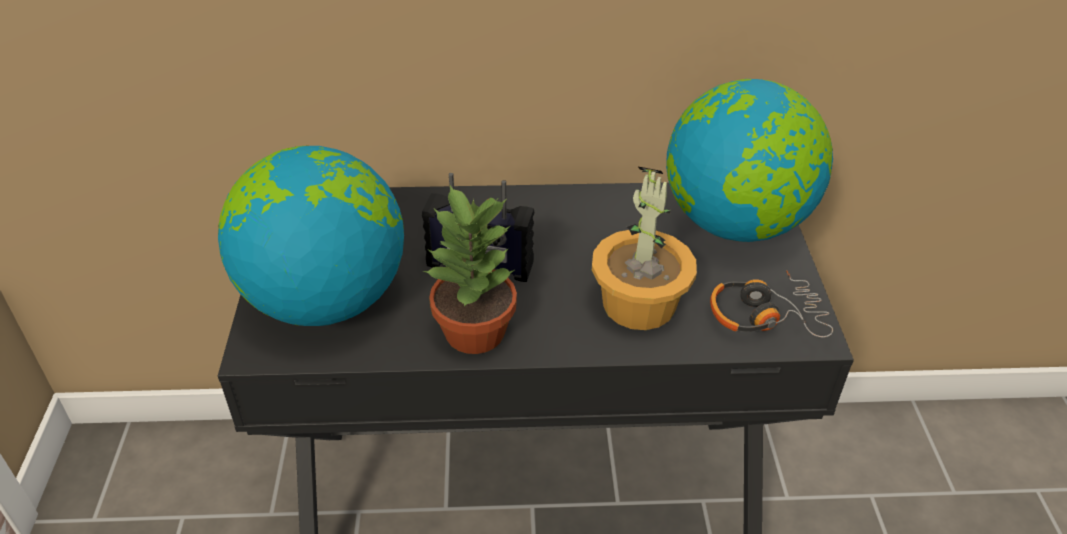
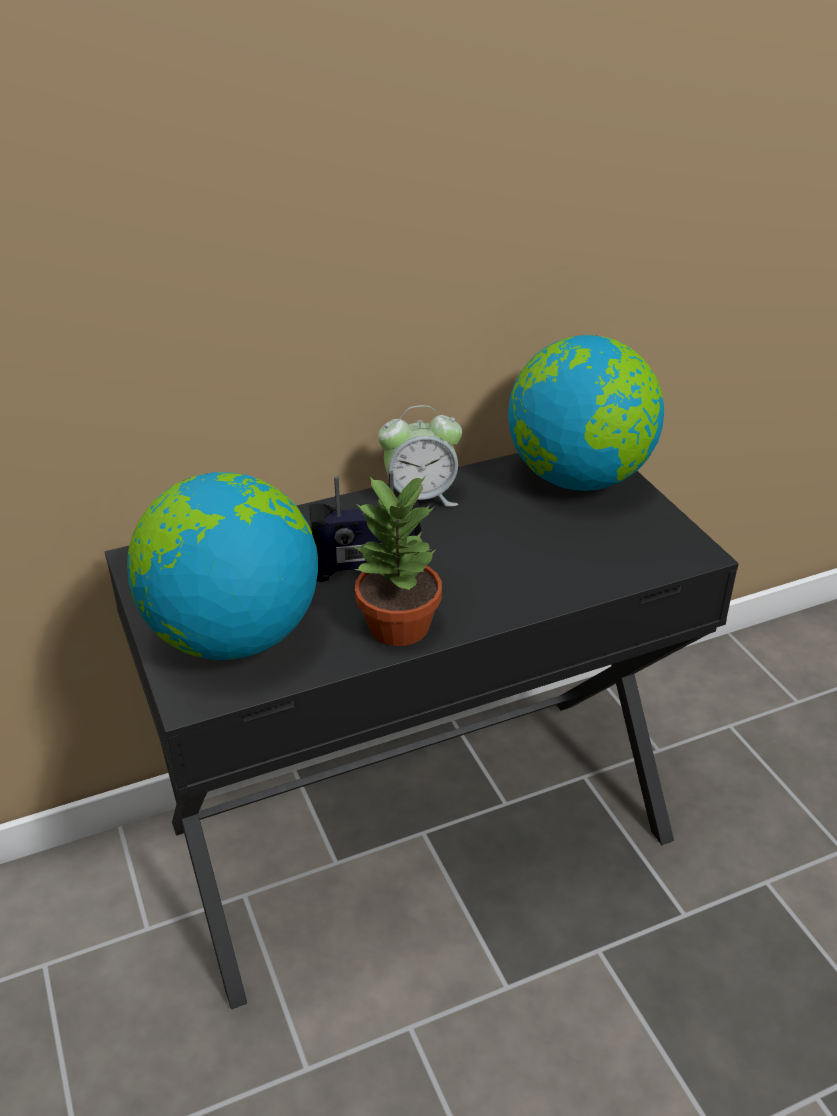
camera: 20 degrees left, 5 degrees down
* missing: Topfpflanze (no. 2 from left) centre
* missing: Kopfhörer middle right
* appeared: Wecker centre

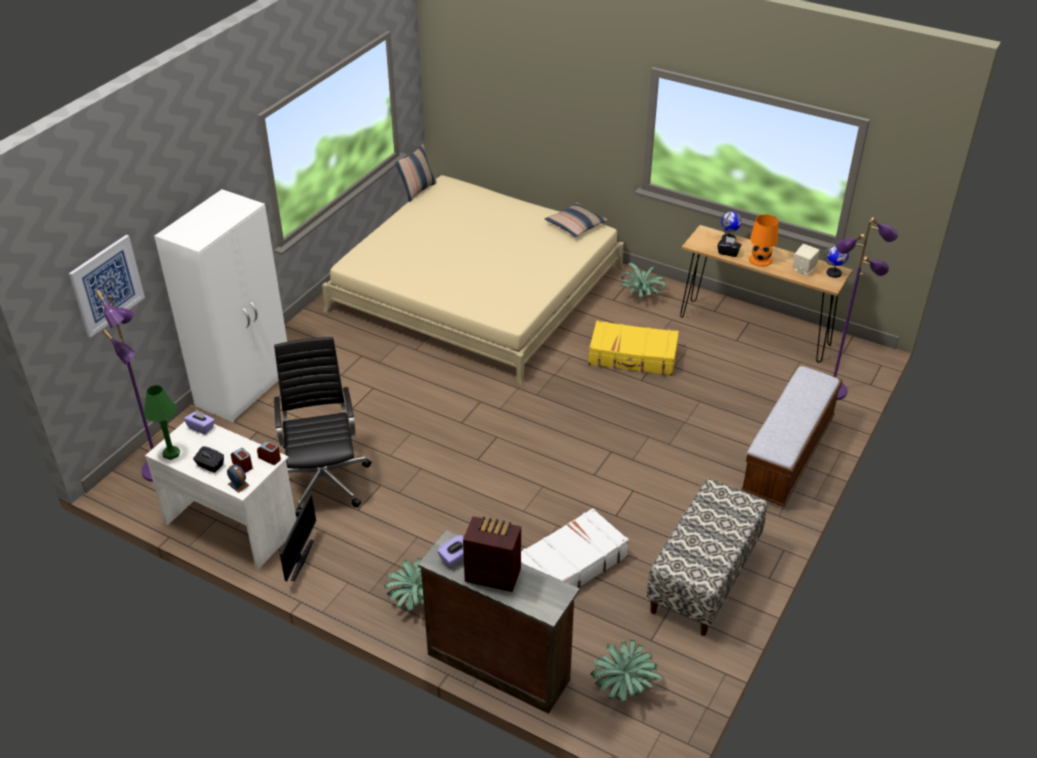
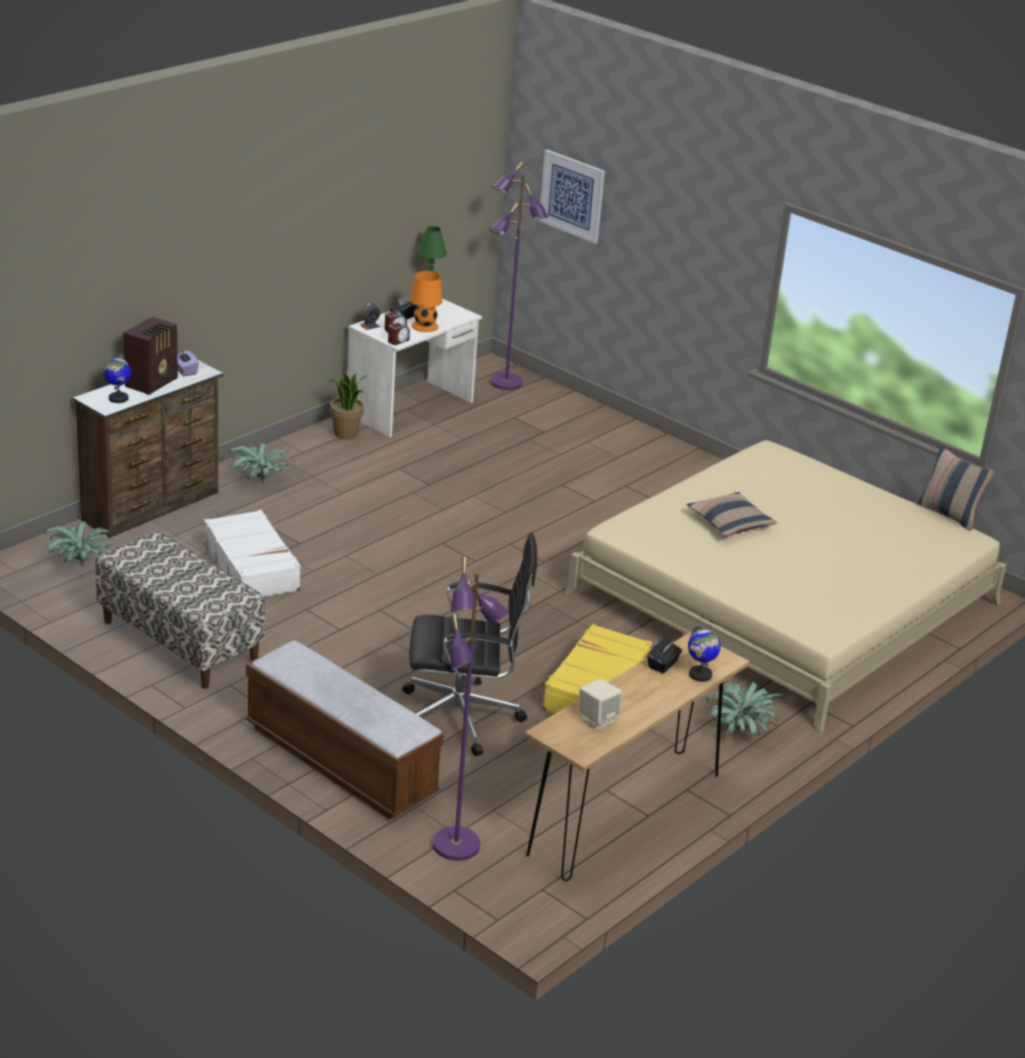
camera: 100 degrees right, 10 degrees down
* missing: Kleiderschrank/weiß middle left
* missing: Taschentuchbox/lila (no. 1 from left) middle left
* relocated: Bürostuhl/schwarz middle left to centre
* relocated: Kissen (no. 2 from left in the first image) top centre to Kissen (no. 1 from left) middle right
* relocated: Tischlampe/orange top right to top centre
* relocated: Globus (no. 2 from left in the first image) middle right to Globus (no. 1 from left) middle left
* exchanged: Monitor bottom left to Topfpflanze (no. 3 from left) centre

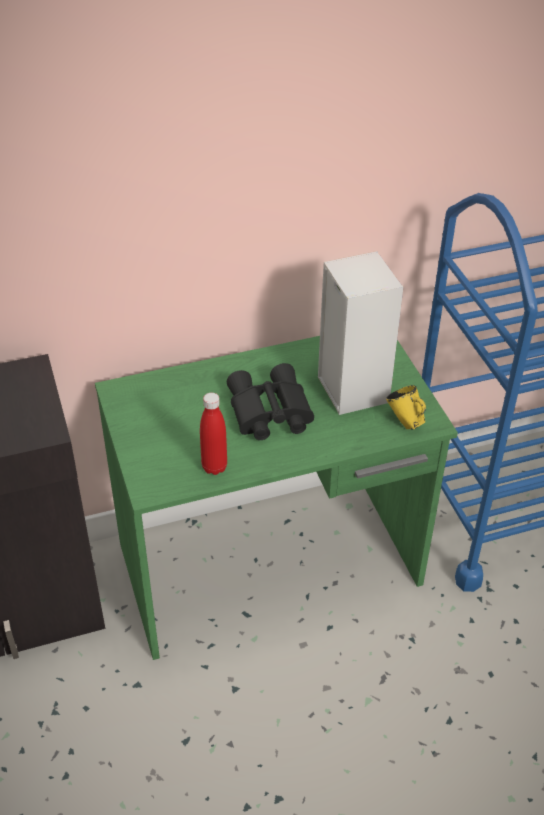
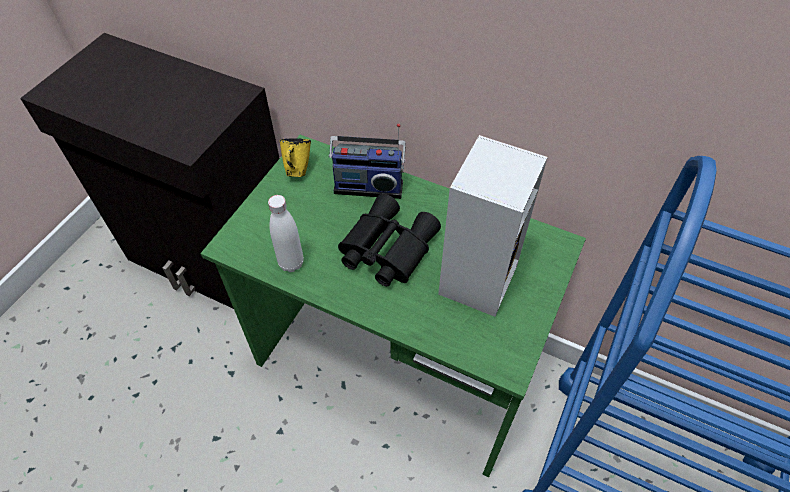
camera: 45 degrees right, 10 degrees up
* appeared: Radio top centre
* relocated: Henkelbecher/gelb middle right to top centre
* colour: Flasche/rot centre to Flasche/weiß centre

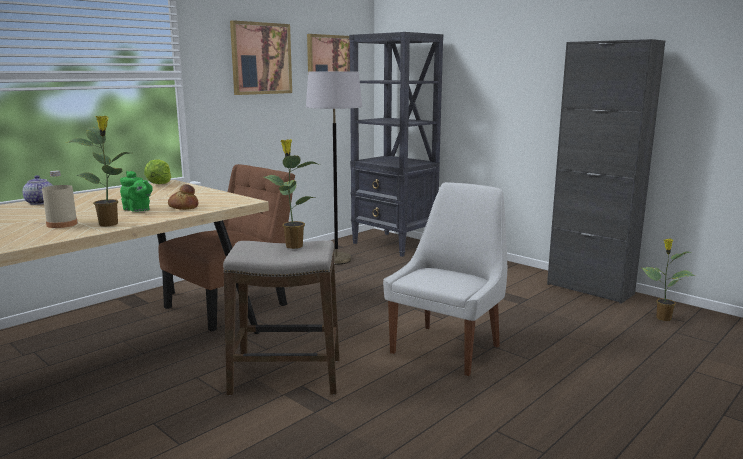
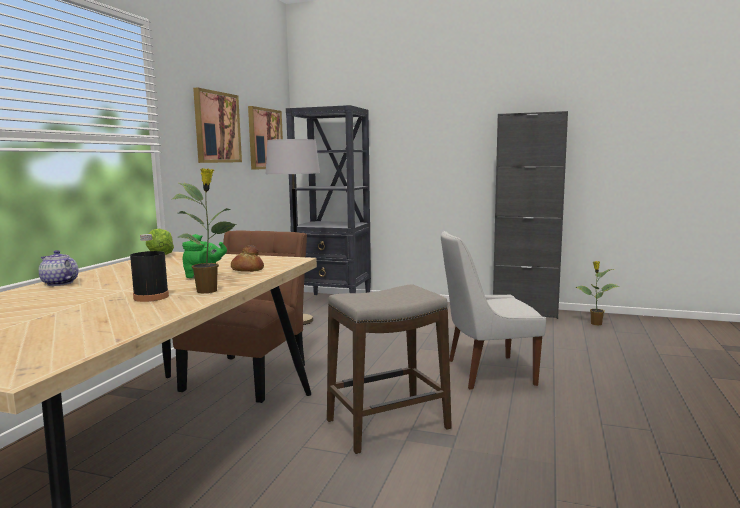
camera: 25 degrees left, 5 degrees down
* missing: Topfpflanze (no. 2 from left) centre
* colour: Flasche/beige middle left to Flasche/schwarz middle left
* spun: Stuhl/weiß centre = centre 105 degrees counterclockwise

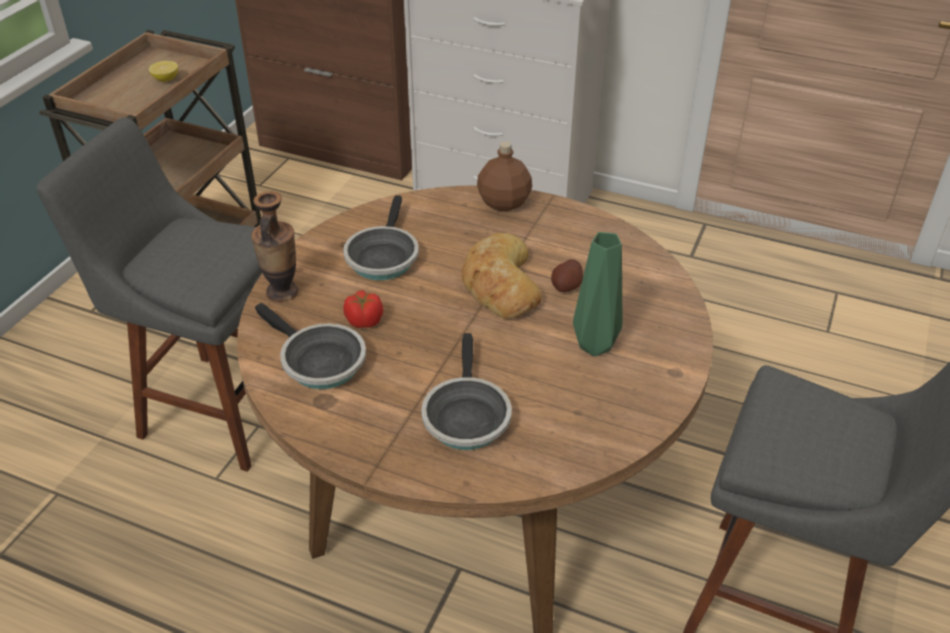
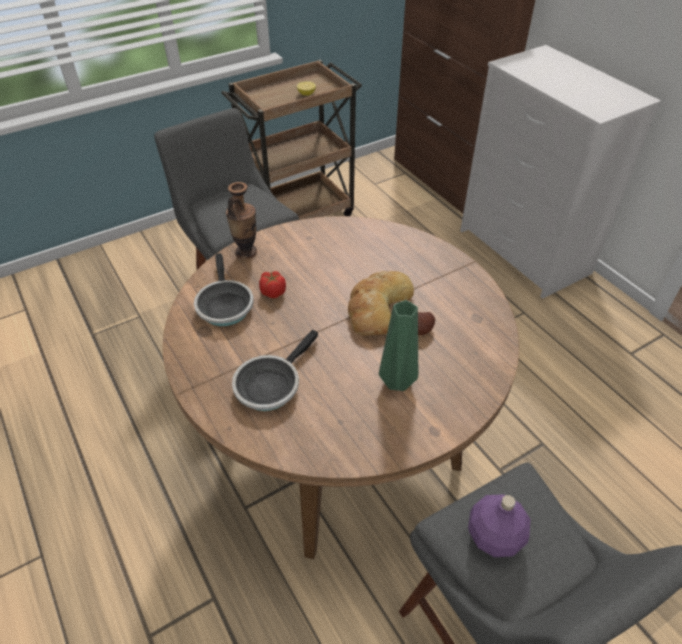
camera: 35 degrees right, 5 degrees up
* missing: Pfanne (no. 2 from left) centre
* missing: Flasche/braun top centre
* appeared: Flasche/lila bottom right

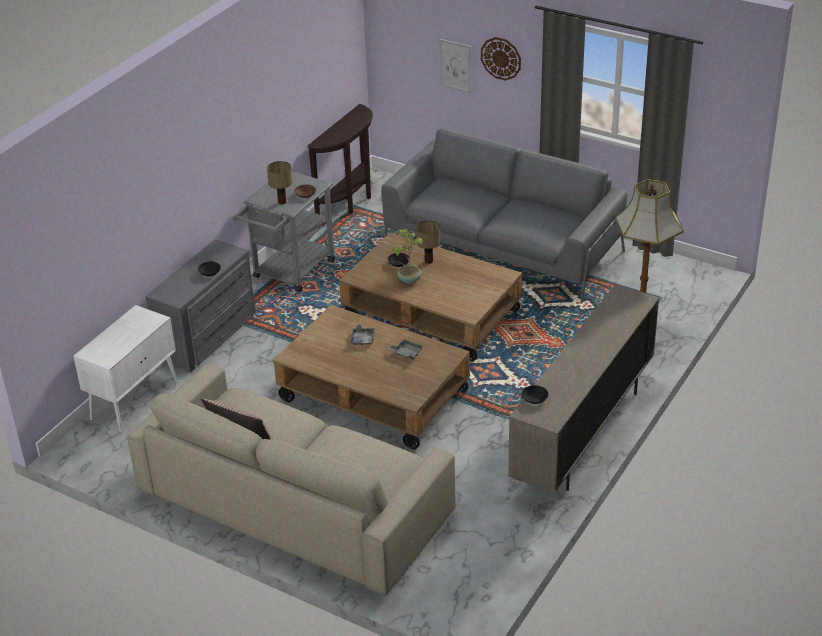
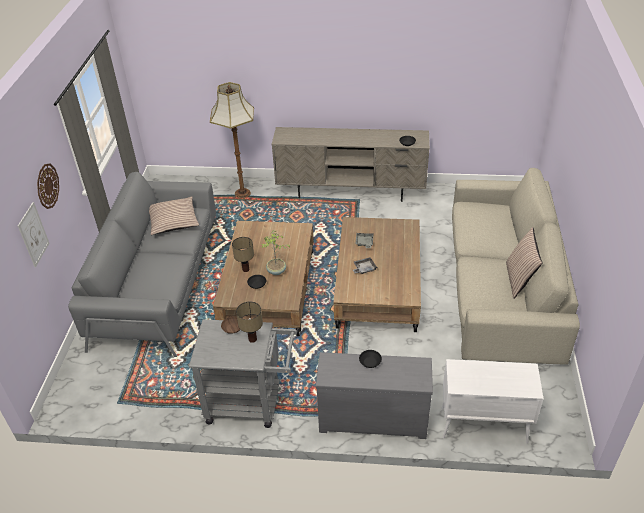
camera: 115 degrees left, 5 degrees up
* missing: Konsolentisch/braun top centre
* appeared: Kissen (no. 1 from left) middle left

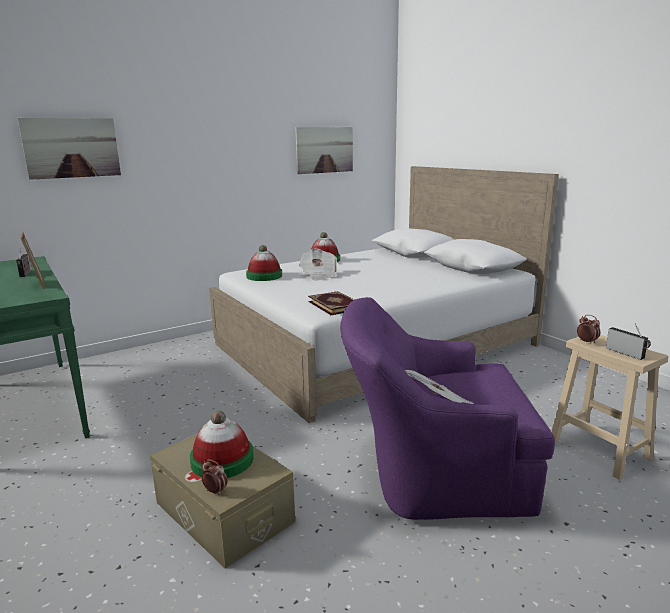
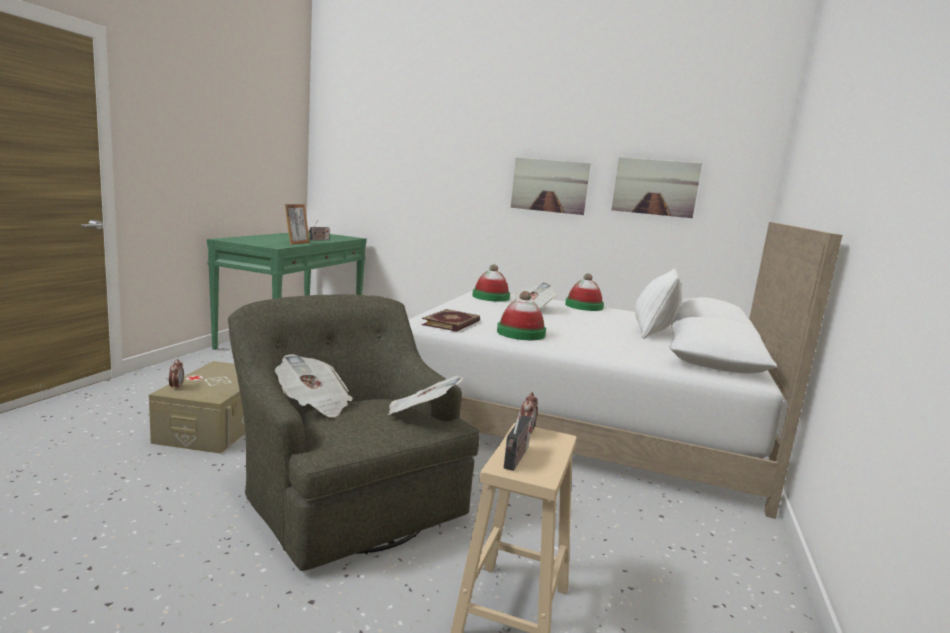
camera: 50 degrees right, 5 degrees down
* appeared: Zeitung (no. 2 from left) centre
* appeared: Kissen/weiß middle right
* relocated: Bild (no. 1 from left) top left to top centre
* relocated: Hut (no. 1 from left in the first image) bottom left to Hut (no. 2 from left) centre
* colour: Sessel/lila middle right to Sessel/grün bottom centre

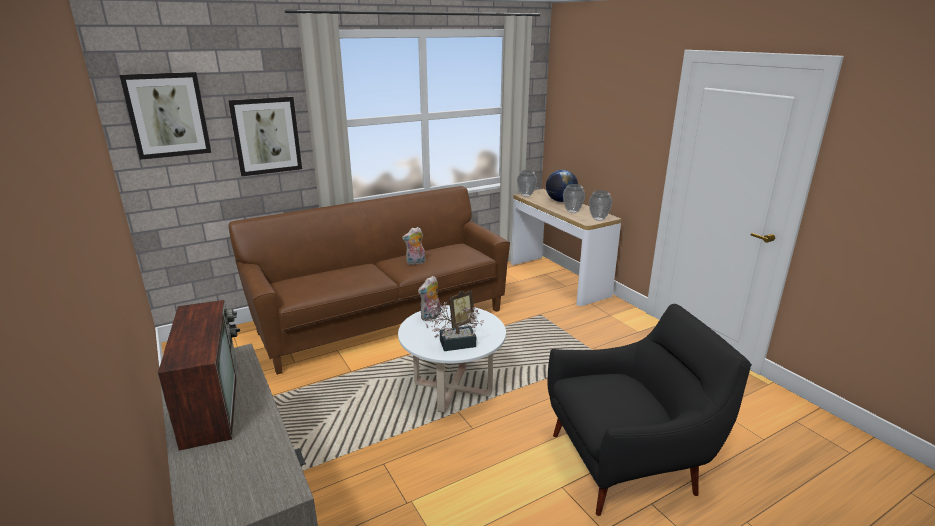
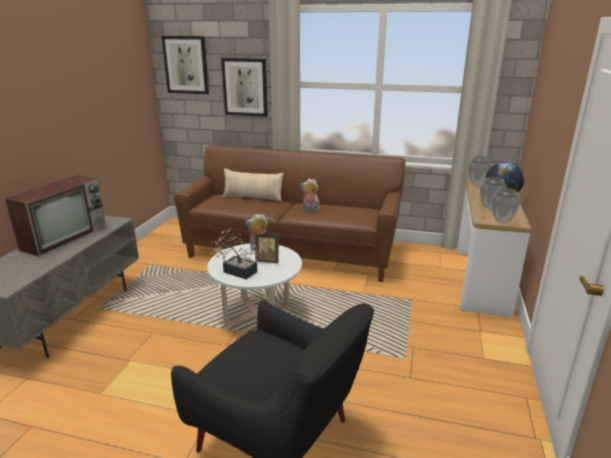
camera: 45 degrees right, 0 degrees up
* appeared: Kissen/beige centre

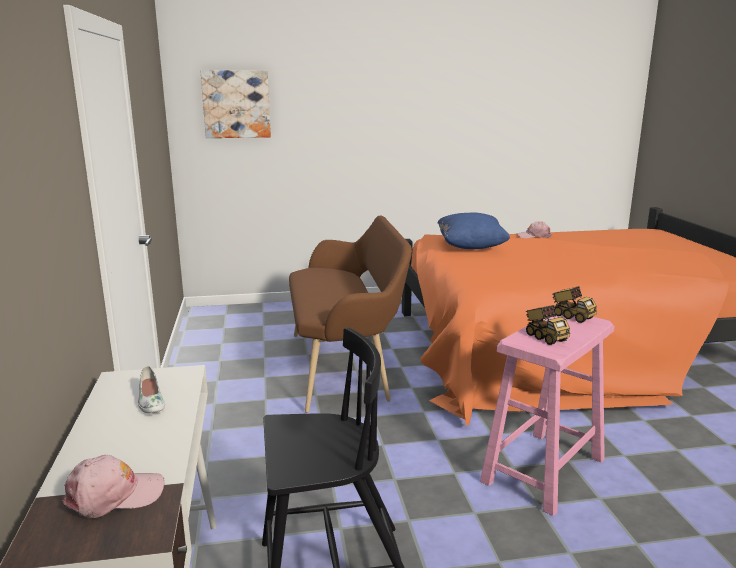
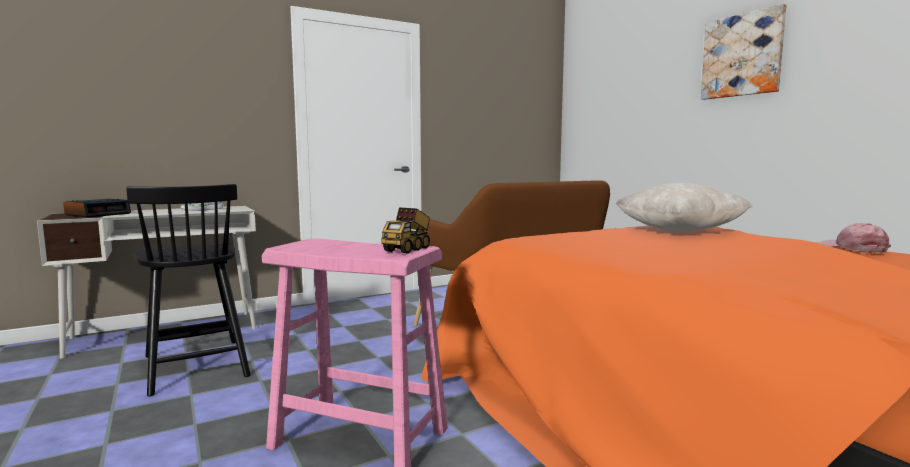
camera: 70 degrees right, 10 degrees down
* missing: Spielzeuglaster (no. 1 from left) middle right
* relocated: Bild top left to top right
* exchanged: Kappe/rosa (no. 1 from left) bottom left to Wecker middle left
* colour: Kissen/blau centre to Kissen/beige middle right

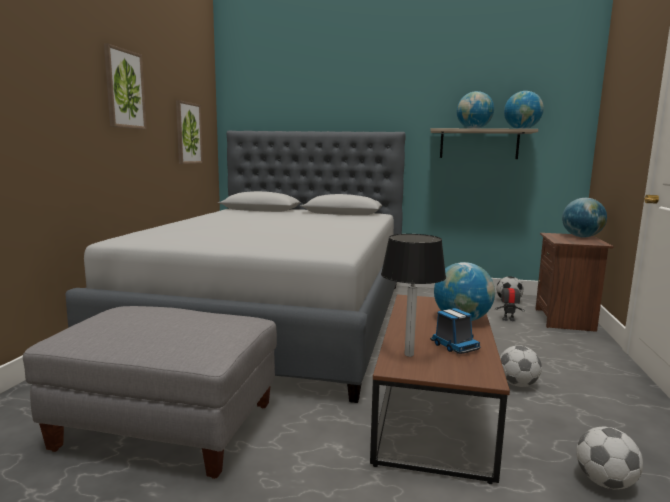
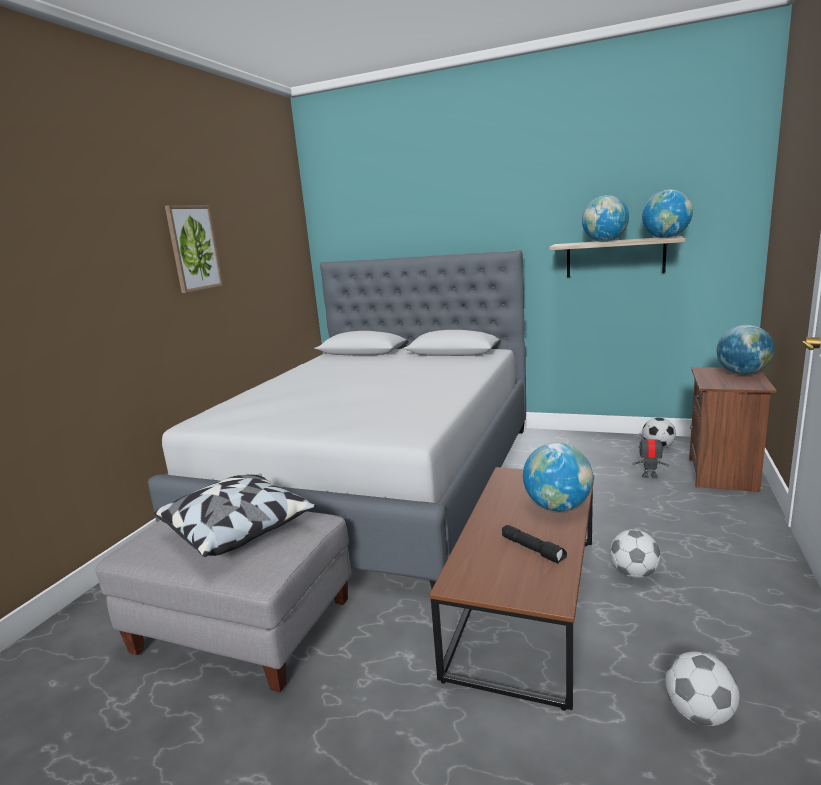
camera: 10 degrees right, 5 degrees up
* missing: Bild (no. 2 from left) top left
* missing: Tischlampe centre
* appeared: Kissen middle left
* exchanged: Spielzeuglaster middle right to Taschenlampe/schwarz bottom centre

